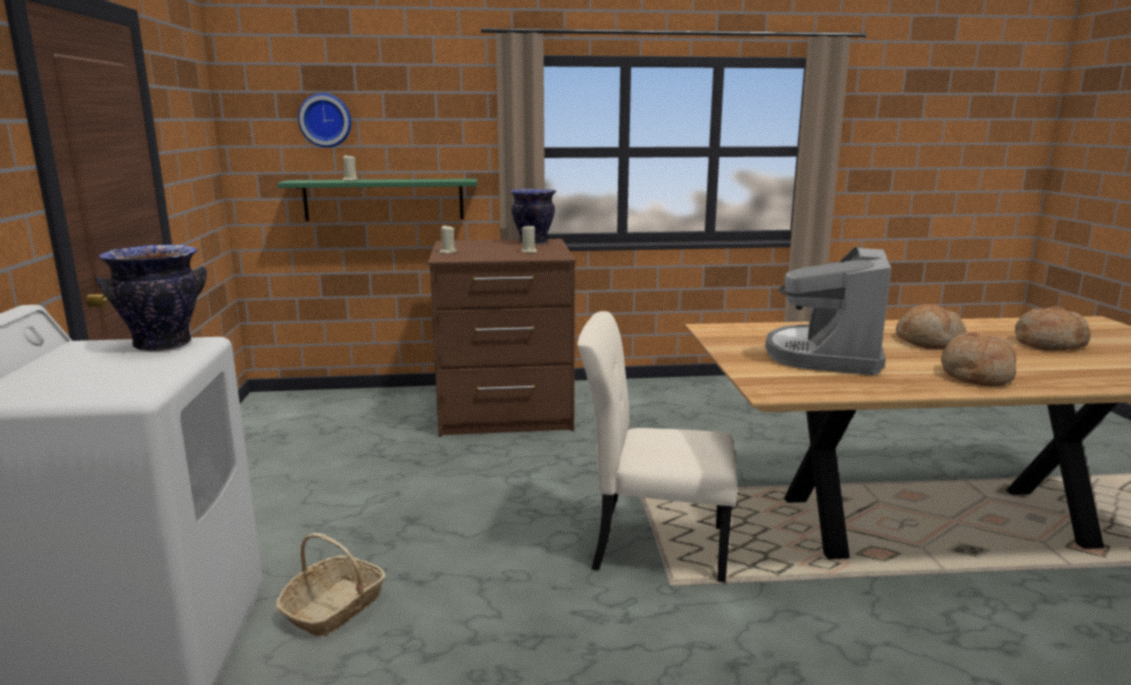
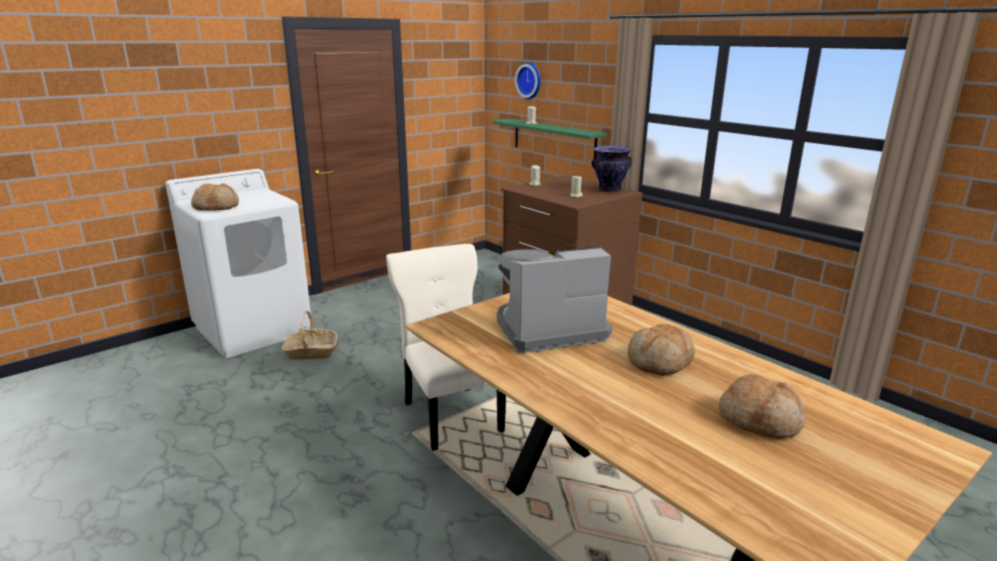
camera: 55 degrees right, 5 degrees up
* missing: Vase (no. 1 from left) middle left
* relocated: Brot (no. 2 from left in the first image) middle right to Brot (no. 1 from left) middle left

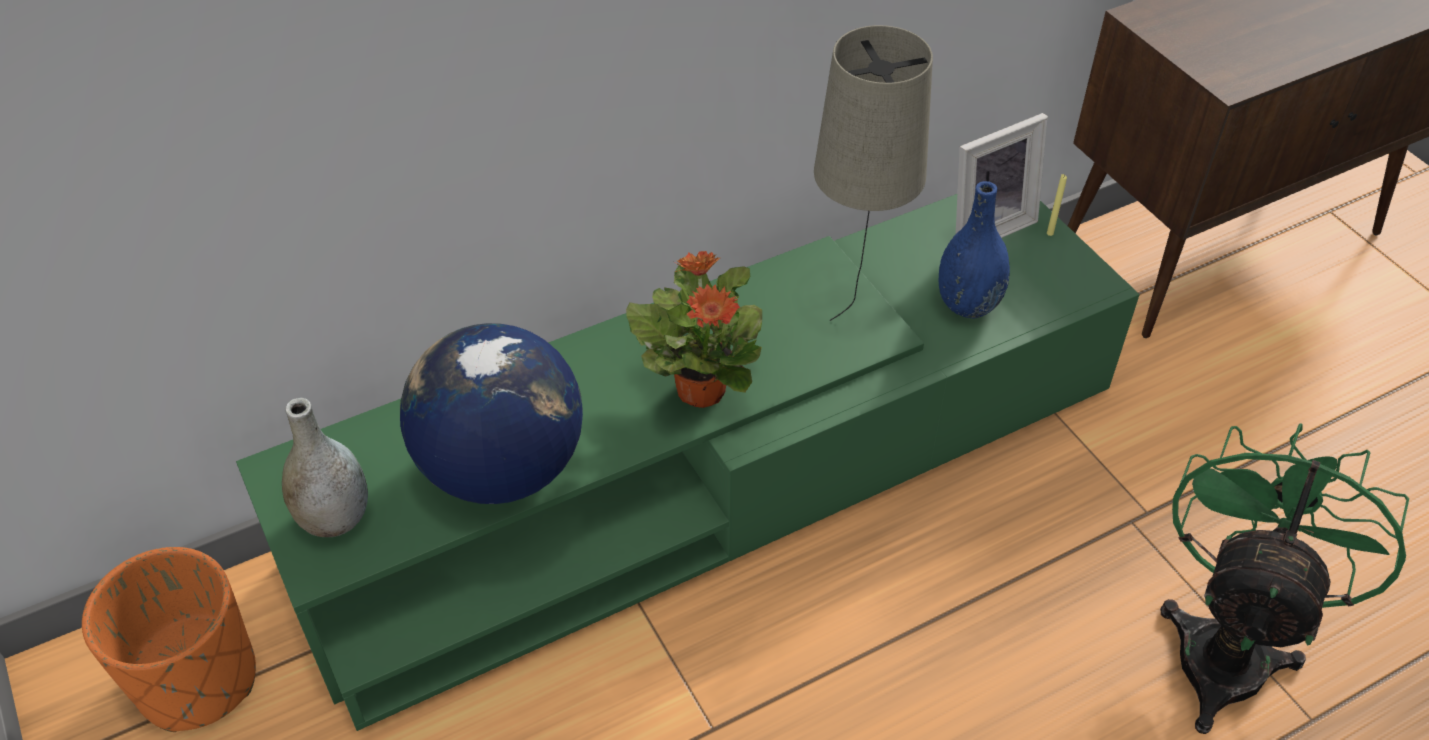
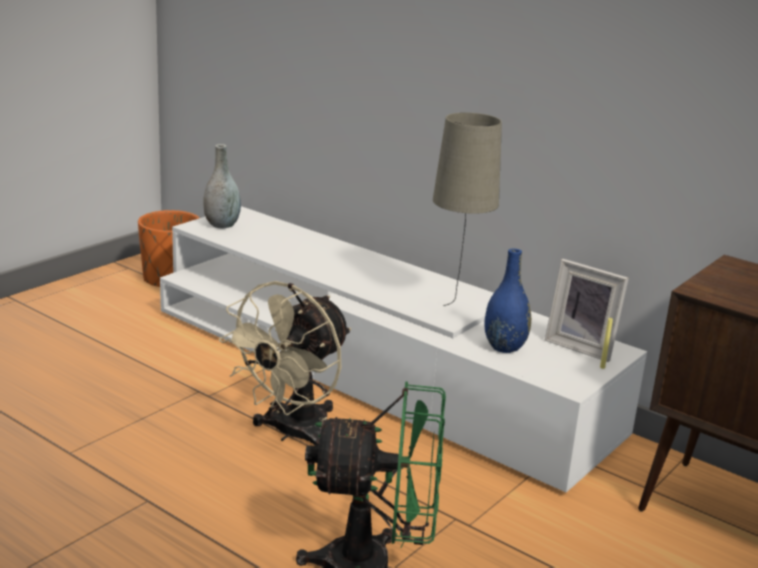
camera: 65 degrees right, 25 degrees down
* missing: Globus centre
* missing: Topfpflanze centre
* appeared: Ventilator/beige centre
* colour: Fernsehschrank/grün centre to Fernsehschrank/weiß centre

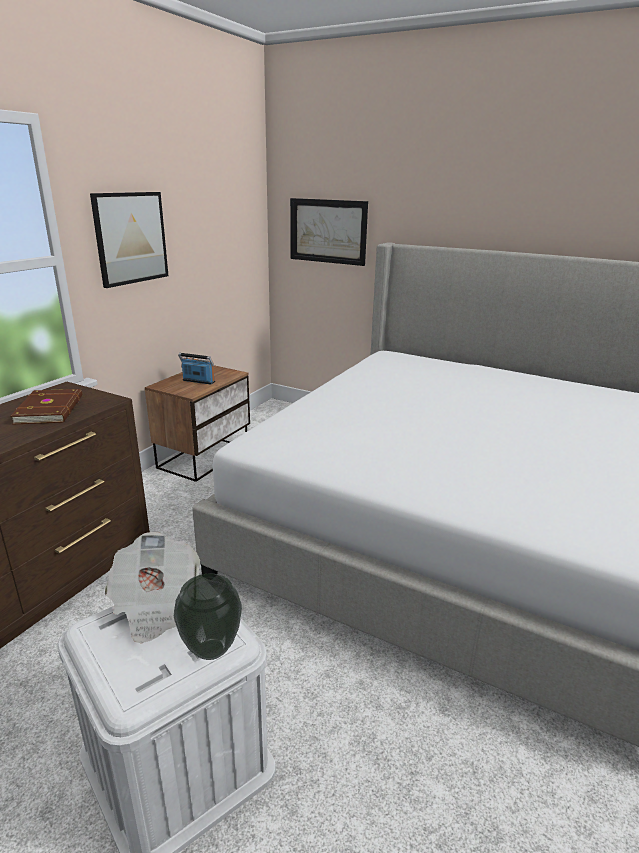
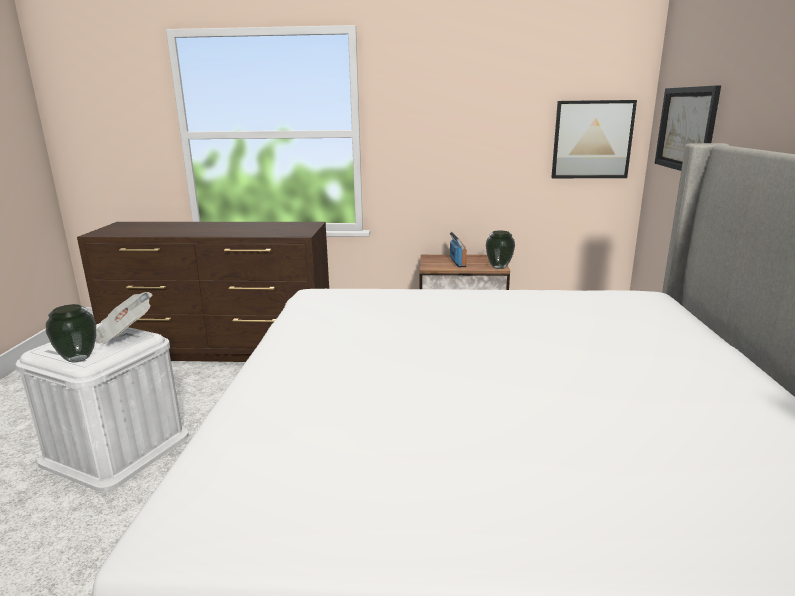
camera: 65 degrees right, 5 degrees down
* missing: Buch/braun middle left
* appeared: Vase (no. 2 from left) centre
* relocated: Bild (no. 1 from left) top left to top right

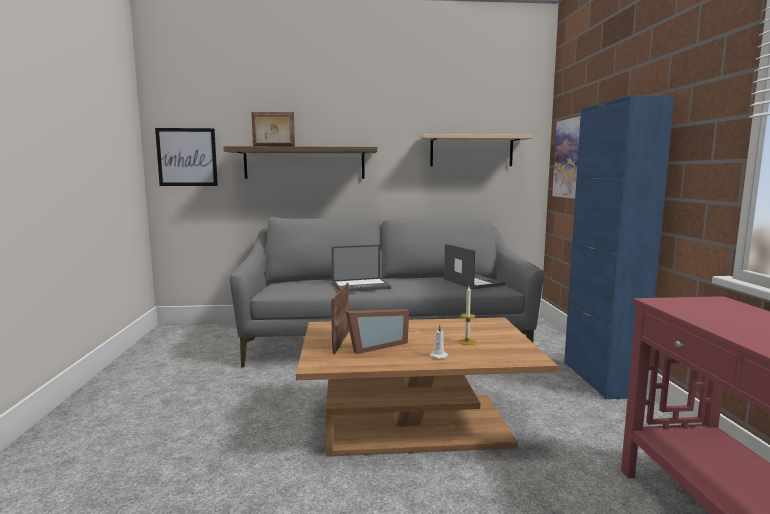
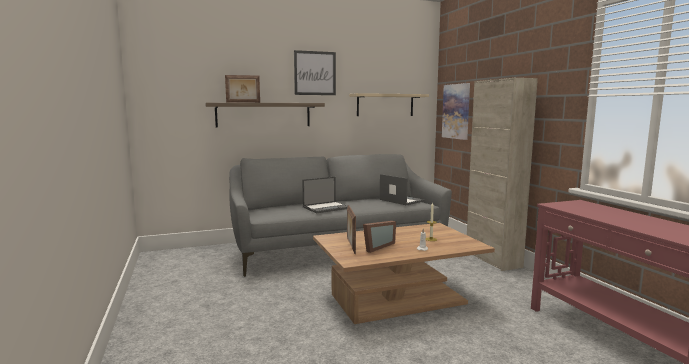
camera: 15 degrees left, 0 degrees up
* relocated: Bild (no. 1 from left) top left to top centre
* colour: Schrank/blau middle right to Schrank/beige middle right

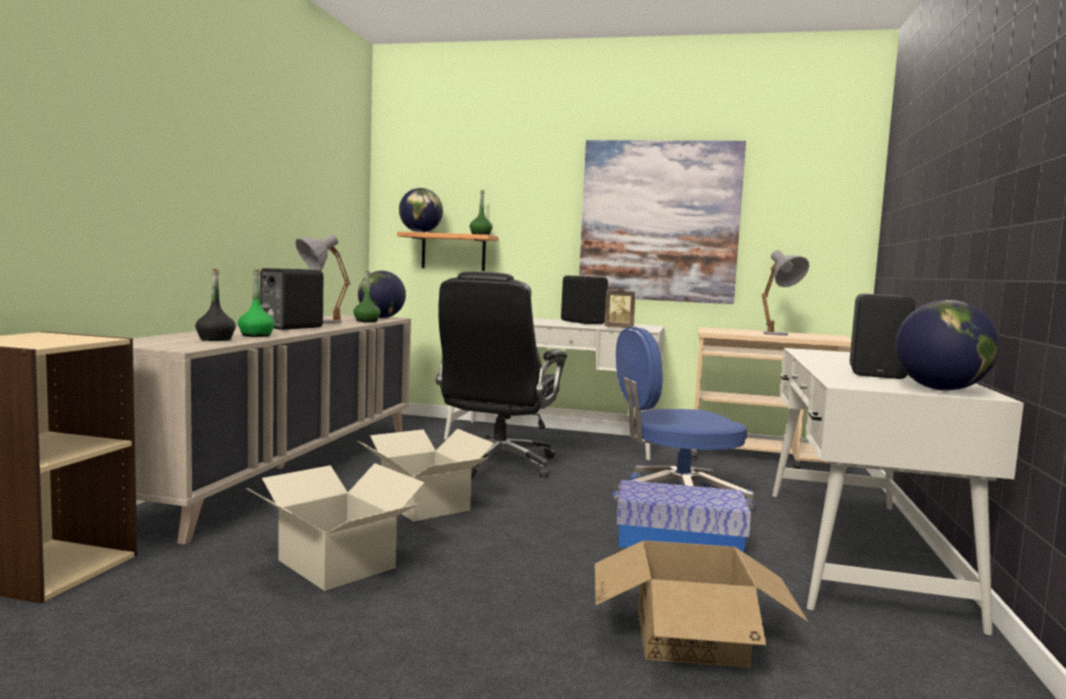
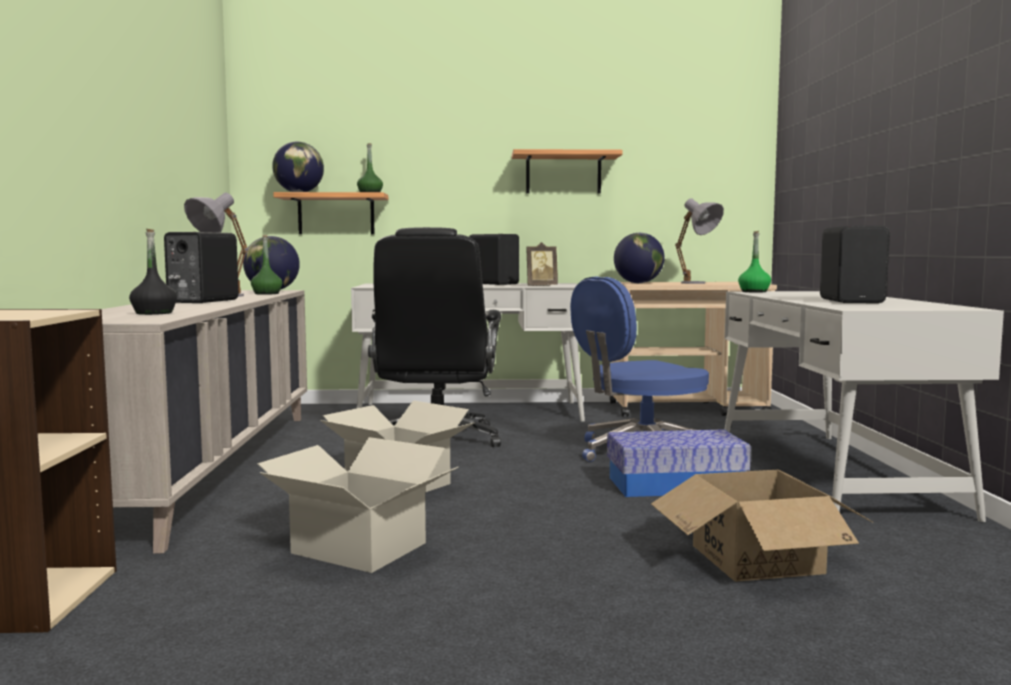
camera: 15 degrees left, 0 degrees up
* relocated: Flasche/grün (no. 1 from left in the first image) middle left to Flasche/grün (no. 3 from left) middle right
* relocated: Globus (no. 3 from left) middle right to centre
* exchanged: Bild top centre to Wandregal (no. 2 from left) top centre

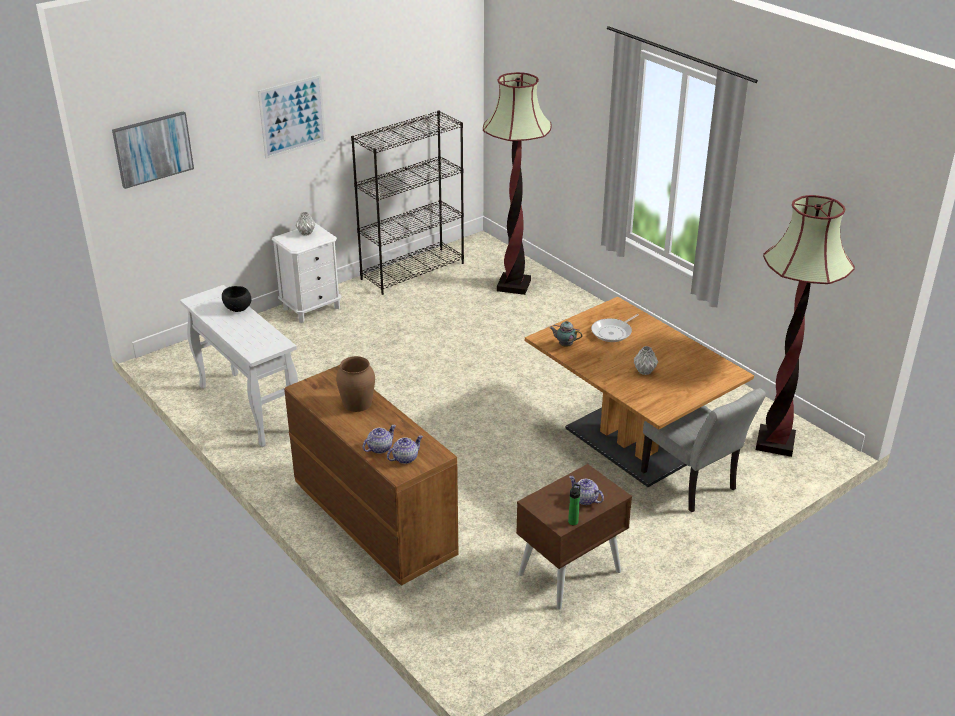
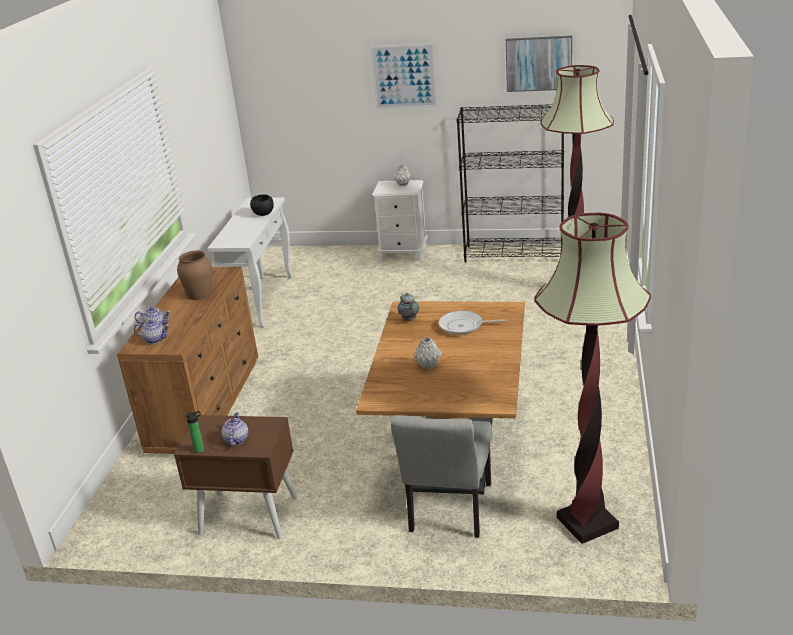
camera: 50 degrees right, 5 degrees down
* relocated: Bild (no. 1 from left in the first image) top left to Bild (no. 2 from left) top right

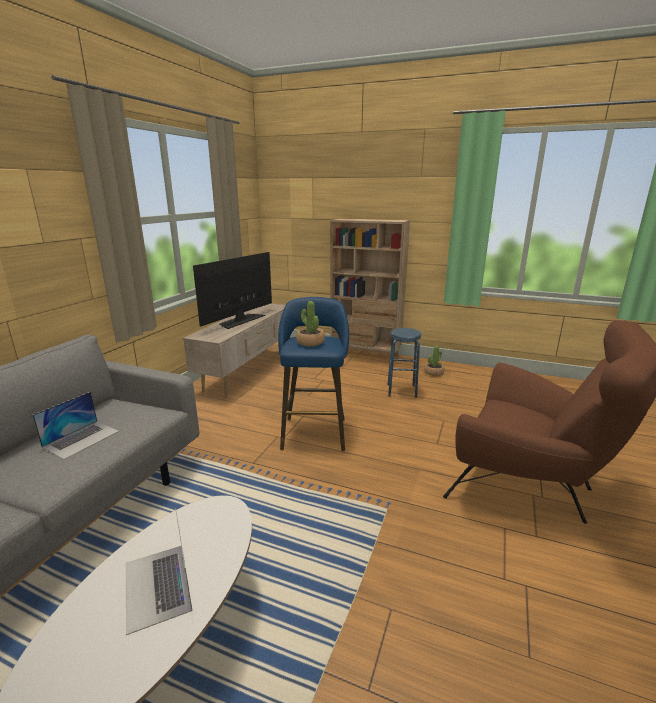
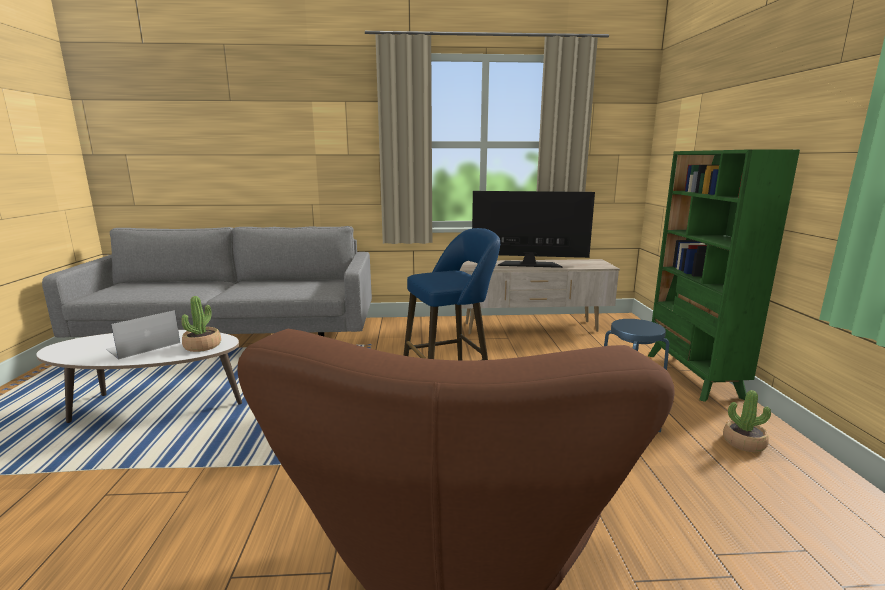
camera: 65 degrees right, 5 degrees down
* missing: Laptop (no. 1 from left) middle left
* relocated: Topfpflanze (no. 1 from left) centre to middle left
* colour: Bücherregal/beige centre to Bücherregal/grün middle right

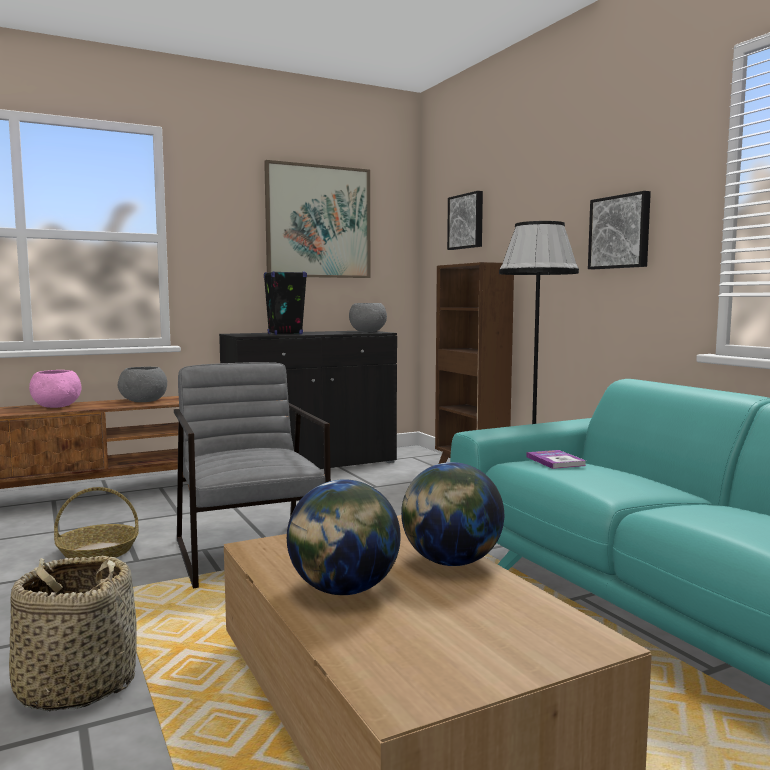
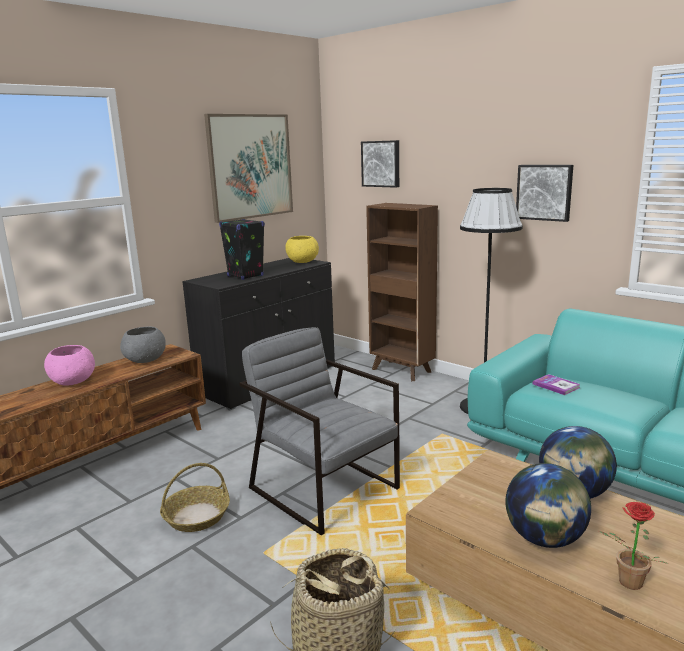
camera: 20 degrees left, 10 degrees up
* appeared: Topfpflanze bottom right
* colour: Schüssel/grau (no. 2 from left) centre to Schüssel/gelb centre

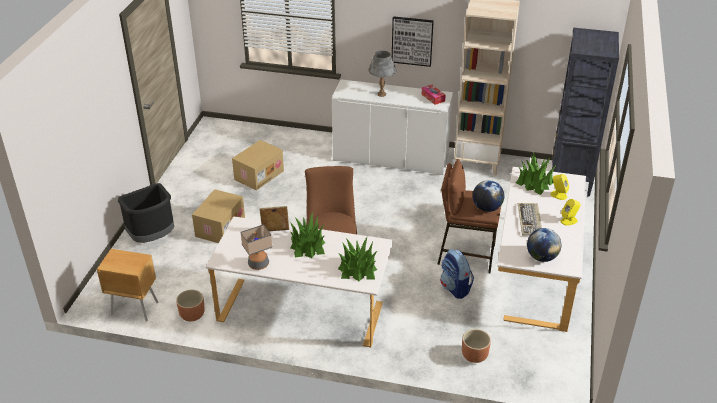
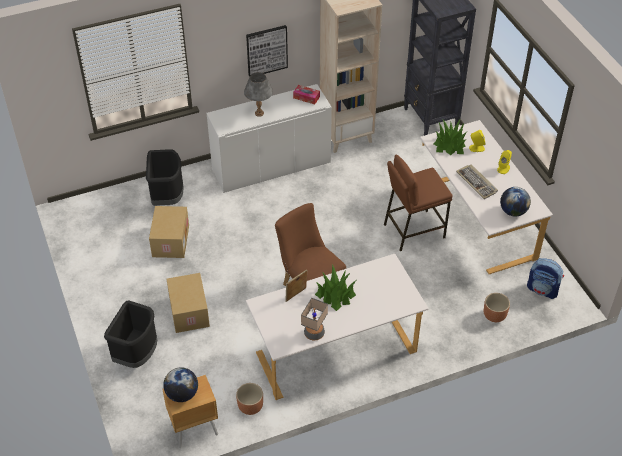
camera: 35 degrees left, 10 degrees up
* missing: Topfpflanze (no. 2 from left) centre
* appeared: Mülleimer/schwarz (no. 2 from left) middle left
* relocated: Rucksack bottom centre to middle right
* relocated: Globus (no. 1 from left) middle right to bottom left

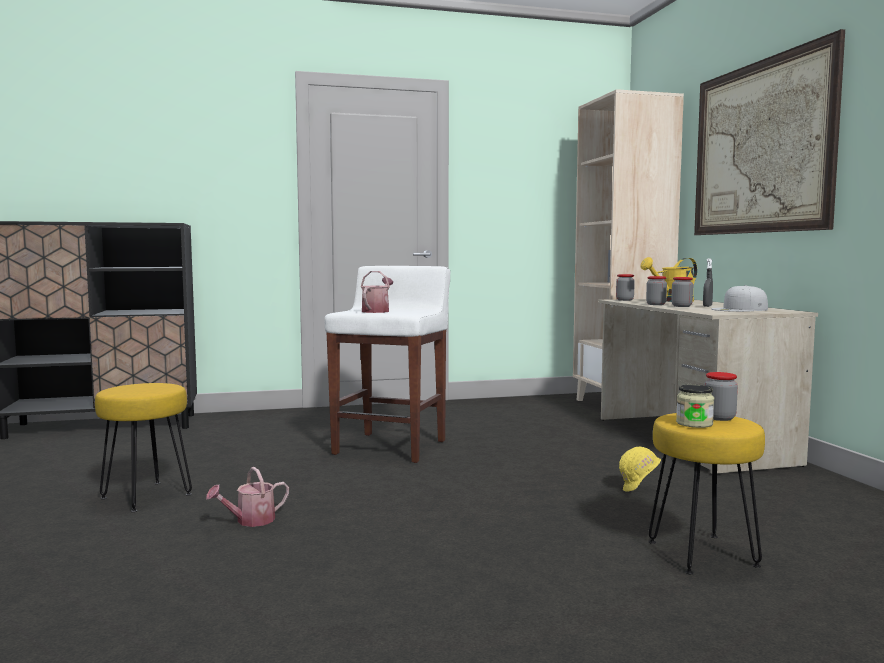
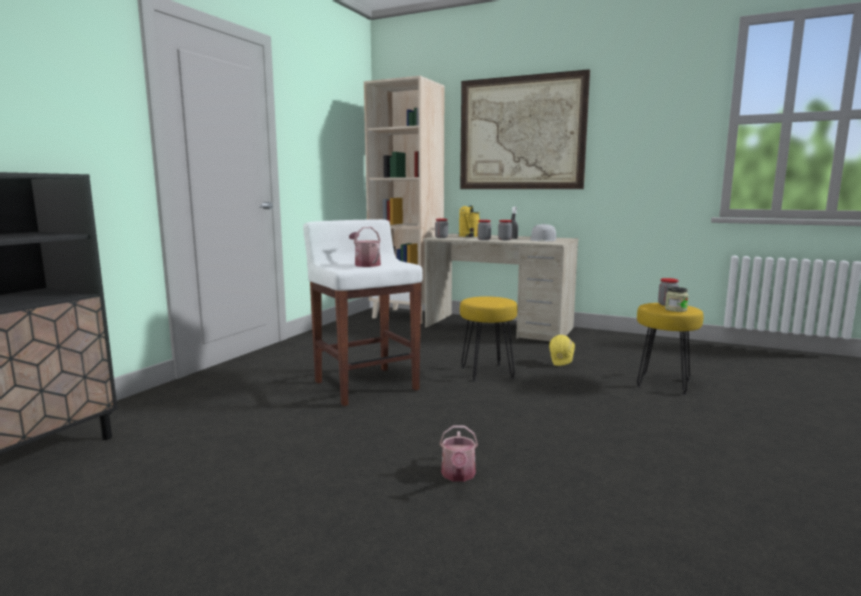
camera: 50 degrees left, 5 degrees up
* relocated: Hocker/gelb (no. 1 from left) bottom left to centre

